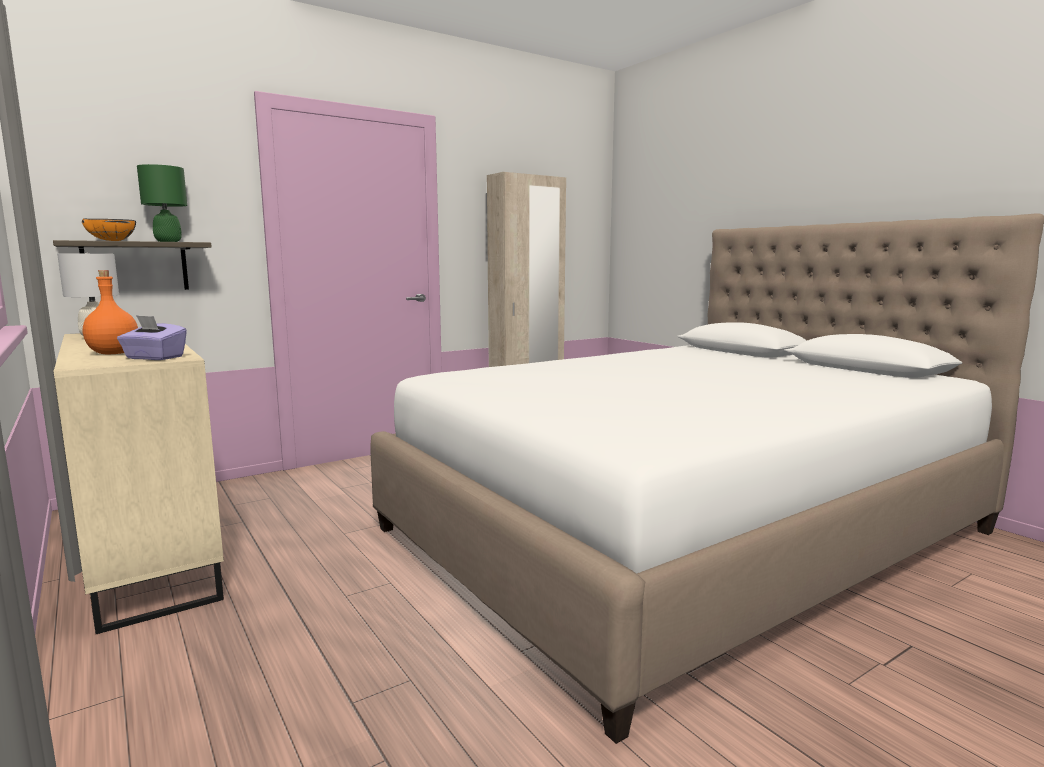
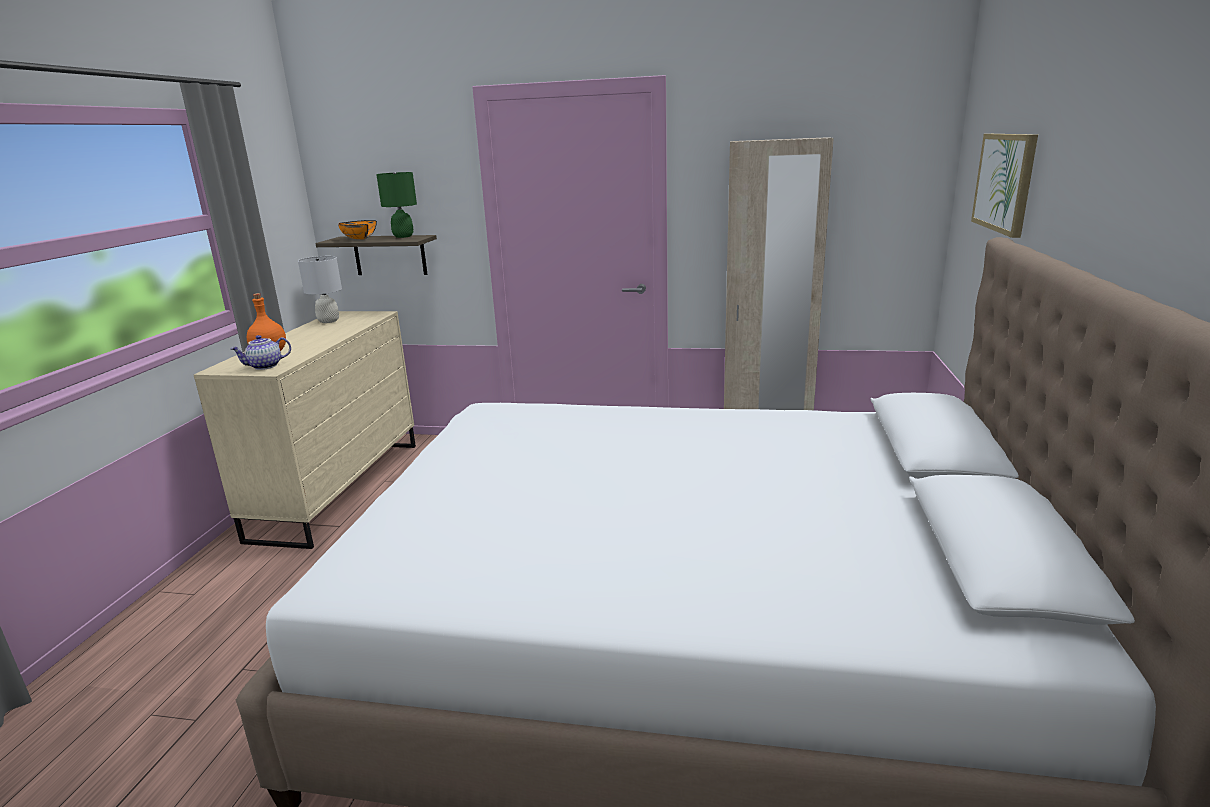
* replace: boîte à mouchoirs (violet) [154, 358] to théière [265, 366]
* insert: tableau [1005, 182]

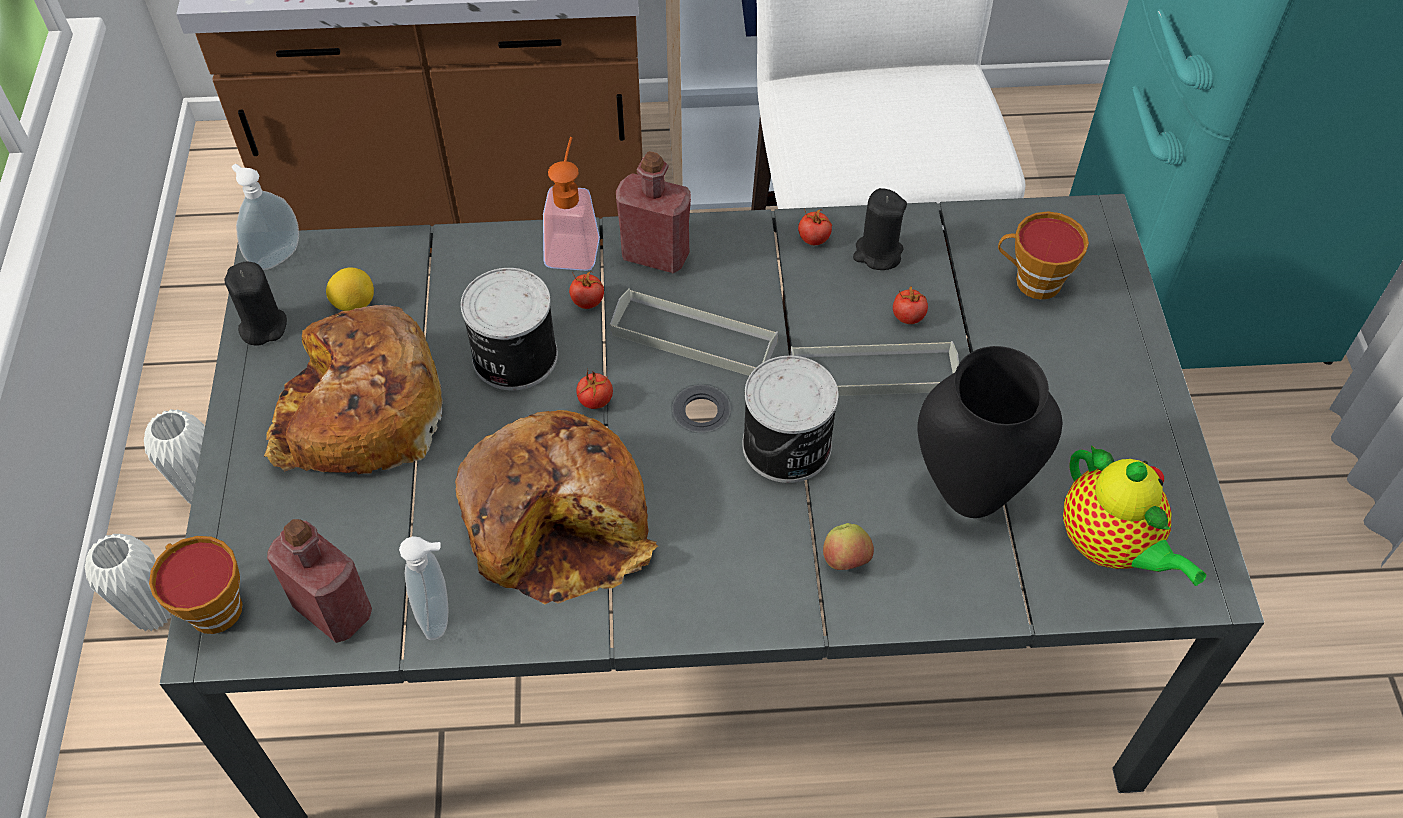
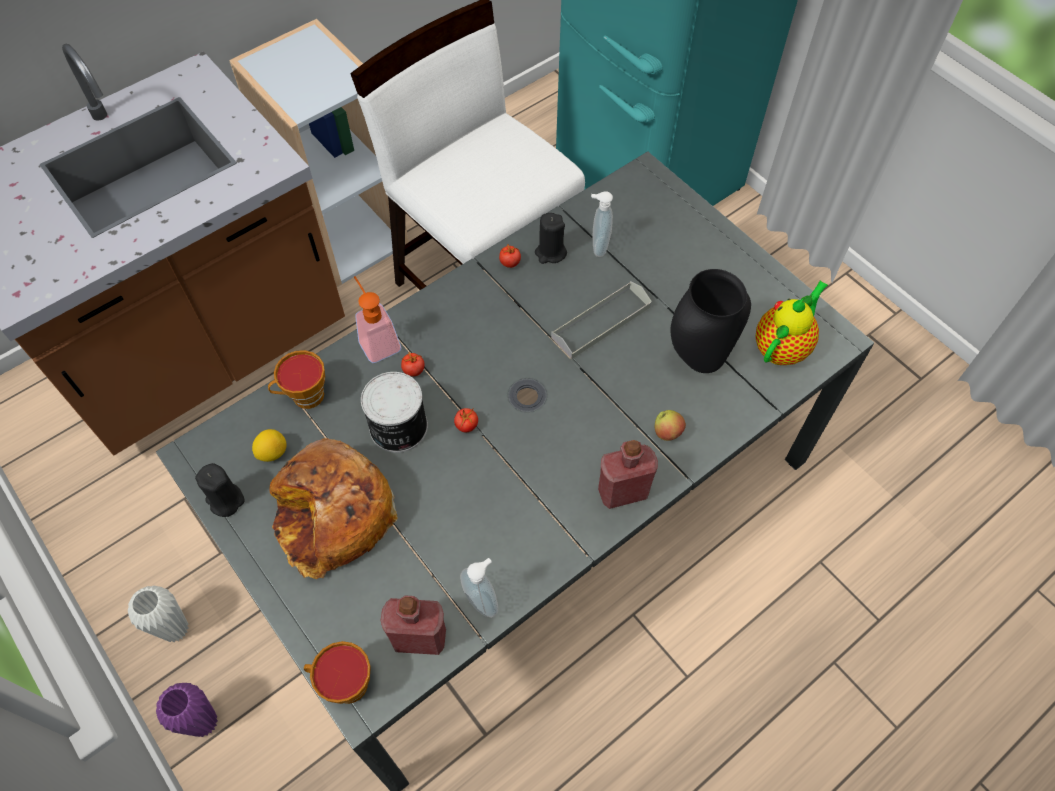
* recolor: vase (blanc) [153, 614] to vase (violet) [204, 722]
* move: distributeur de savon [275, 256] to [598, 246]
* delete: pain [560, 522]
* delete: plateau (gris) [693, 338]
* move: bouteille (rouge) [655, 255] to [623, 492]
* delete: boîte métallique [788, 447]
* delete: tomate [908, 317]
* move: tasse [1032, 281] to [304, 397]
* rotate: théière [1110, 547] = [782, 347] 75 degrees counterclockwise

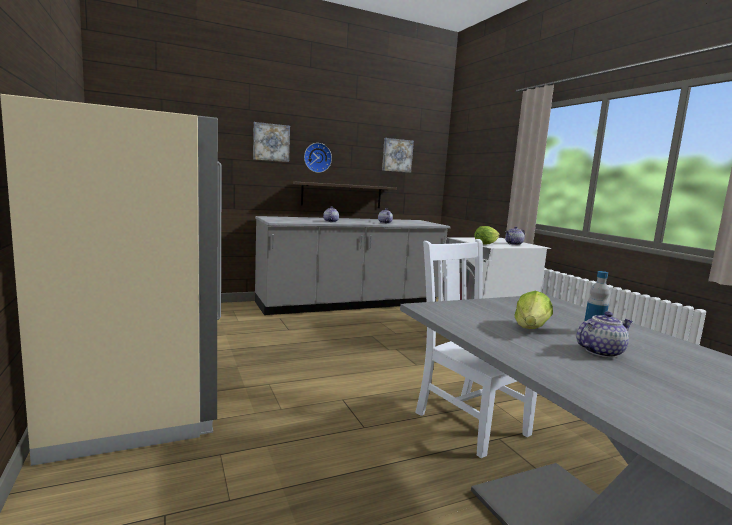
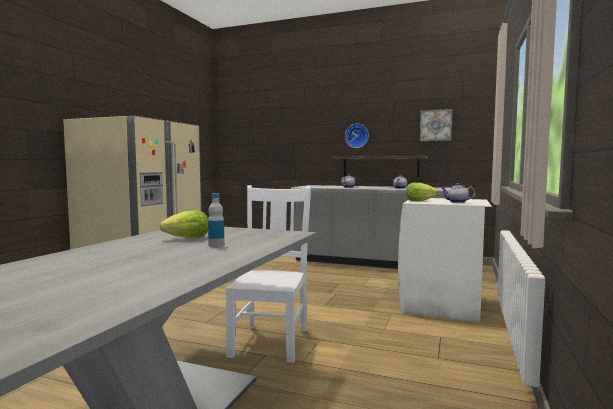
* delete: tableau [271, 142]
* delete: théière [600, 352]

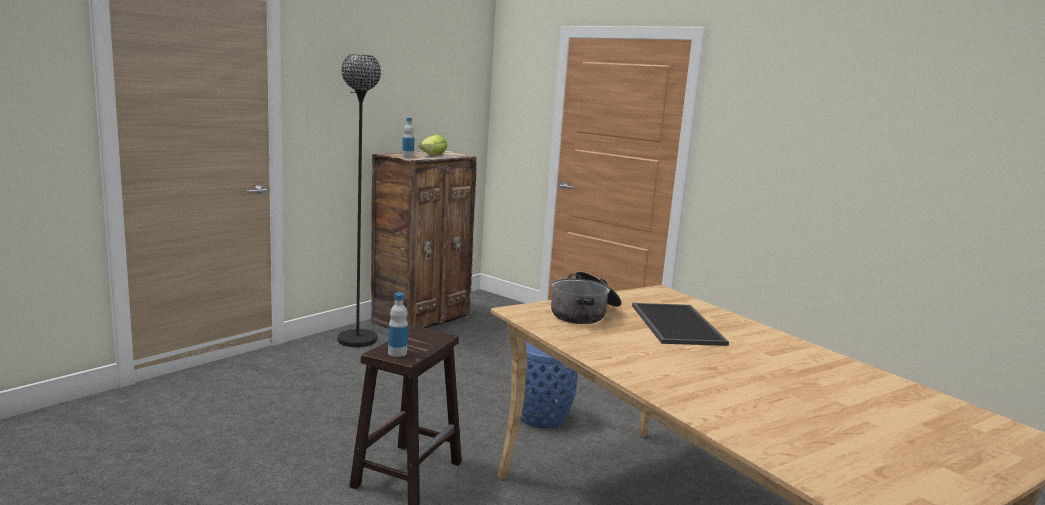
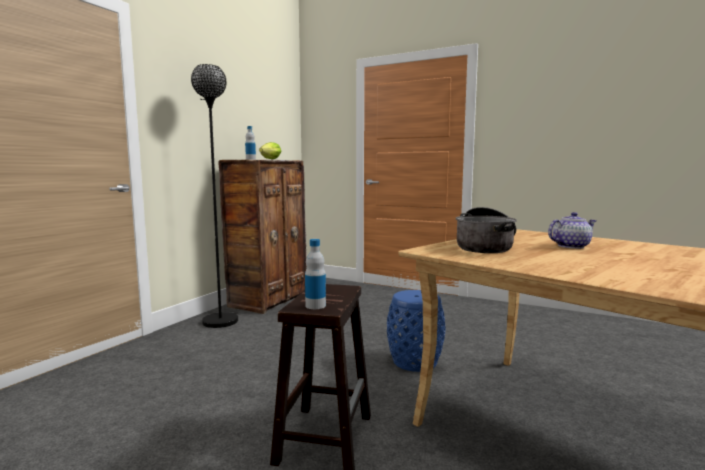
* replace: plateau [674, 324] to théière [571, 246]

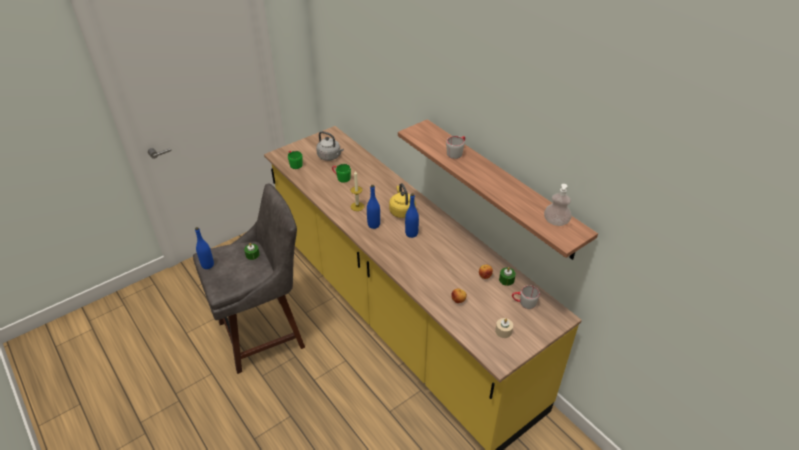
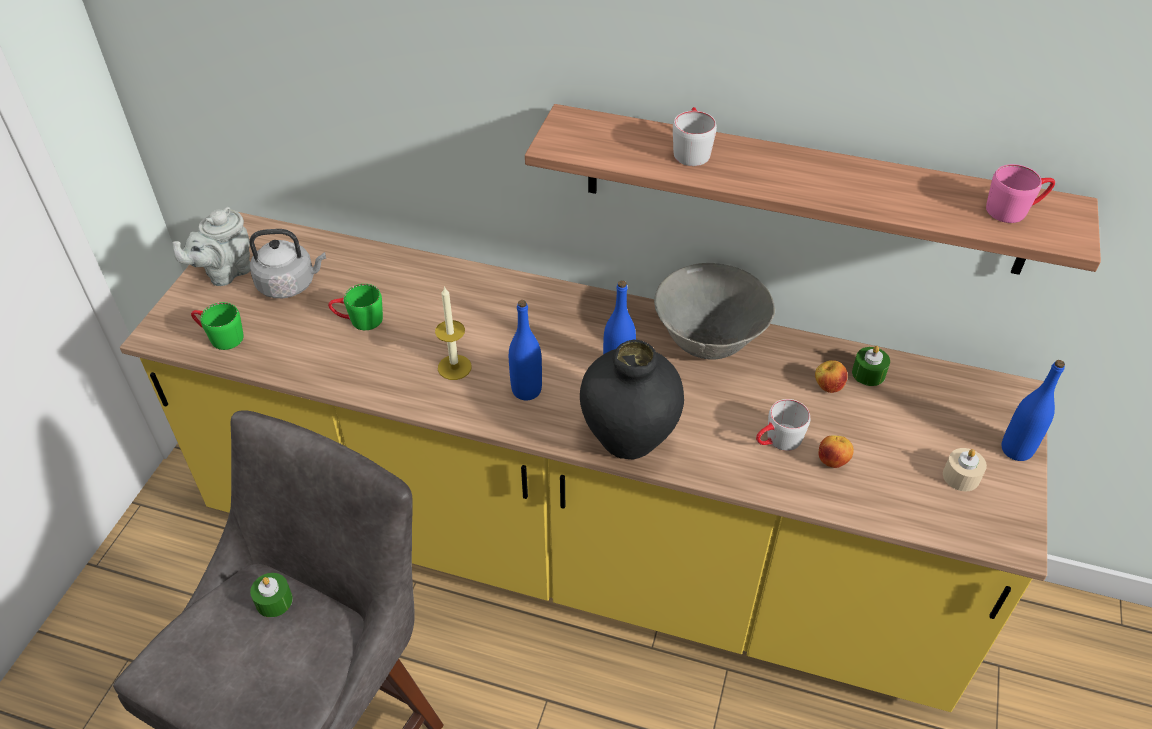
* move: bouteille (bleu) [207, 265] to [1016, 450]
* delete: bouilloire (jaune) [401, 211]
* move: mug (gris) [523, 303] to [777, 441]
* replace: distributeur de savon [556, 222] to mug (rose) [1014, 209]
* insert: théière (gris) [225, 272]
* insert: vase (noir) [629, 439]
* insert: bol (gris) [709, 341]

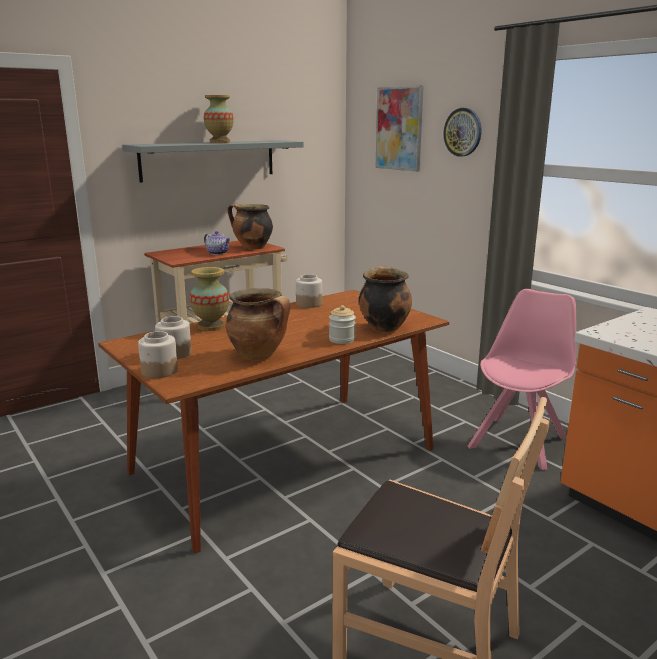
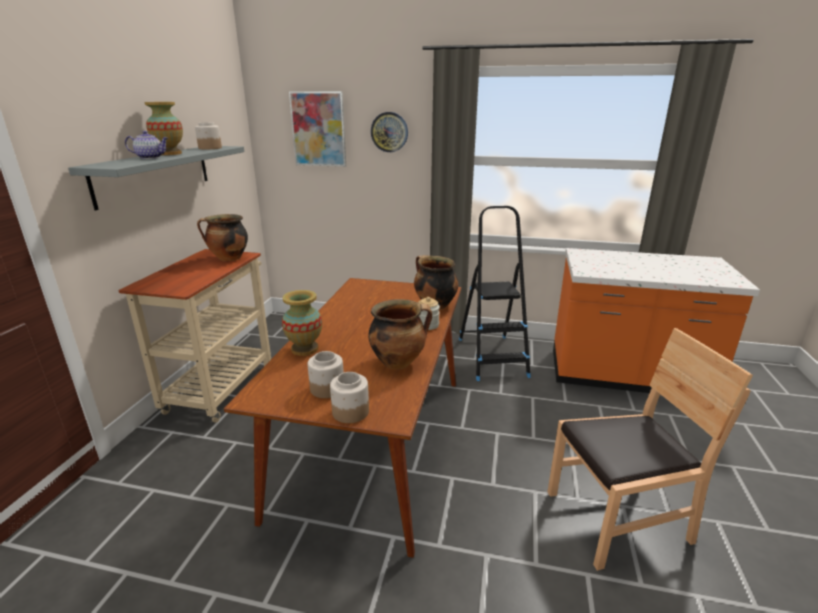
* move: théière [218, 253] to [151, 157]
* move: bocal [308, 304] to [210, 148]
* replace: chaise (rose) [519, 441] to escabeau (noir) [492, 357]

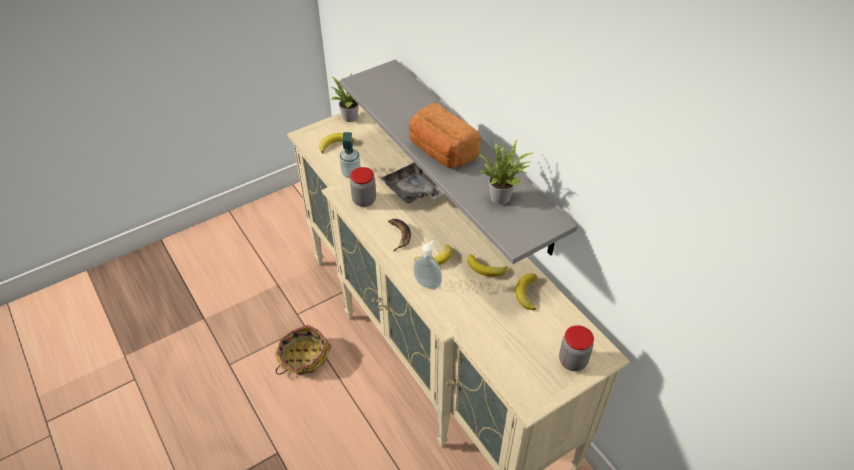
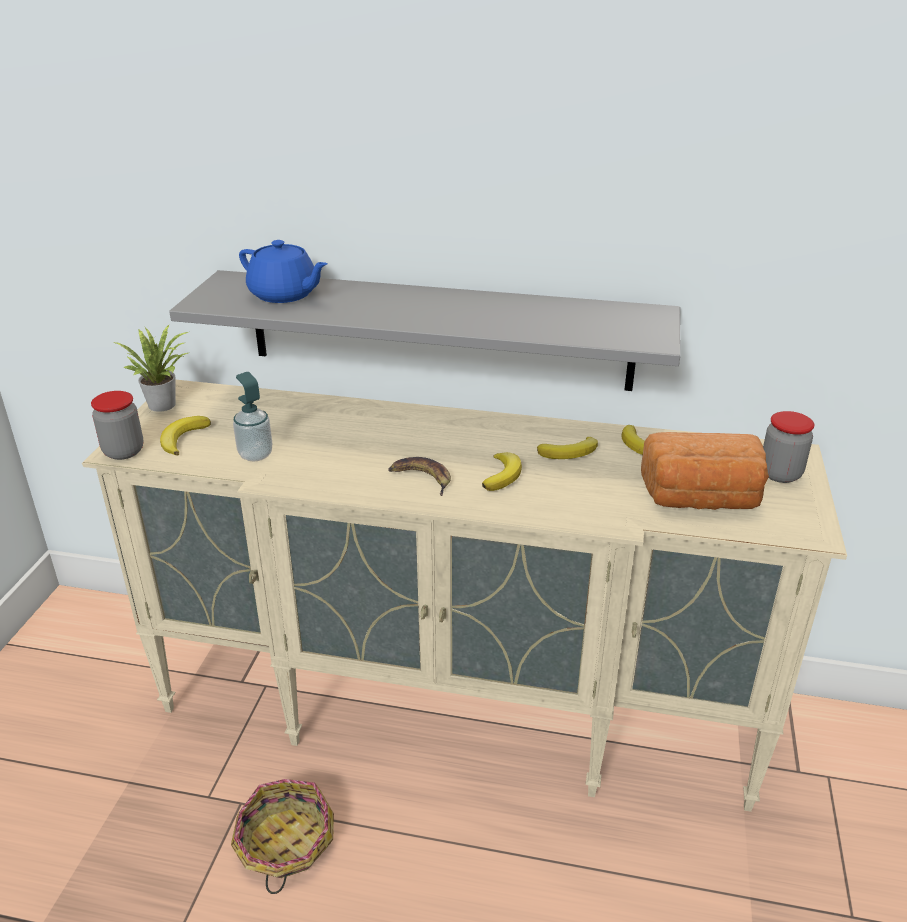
* move: bocal [364, 200] to [123, 451]
* delete: plateau (gris) [412, 191]
* move: pain [441, 151] to [701, 499]
* delete: distributeur de savon [428, 283]
* delete: plante en pot [502, 196]
* insert: théière (bleu) [284, 295]

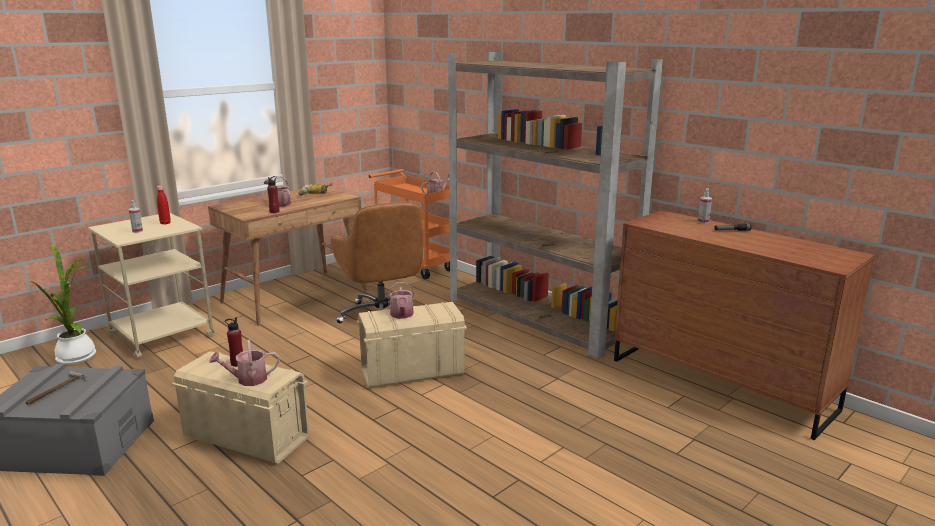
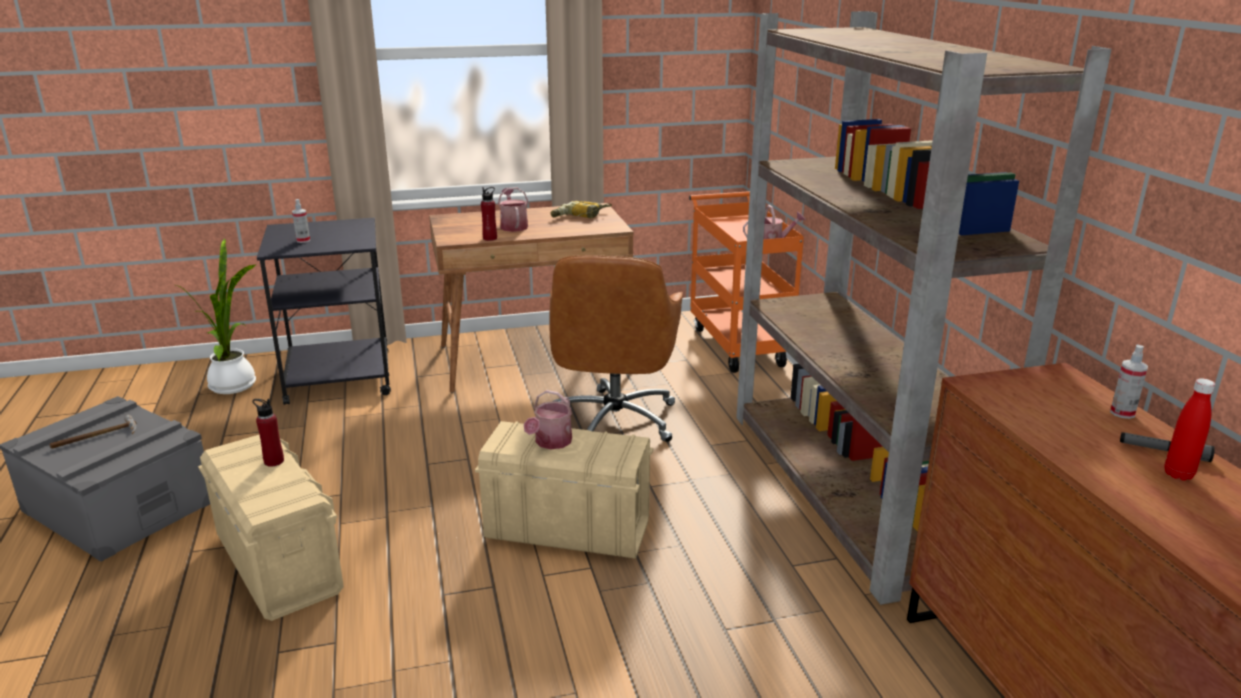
* recolor: chariot (beige) [163, 334] to chariot (noir) [341, 378]
* move: bouteille (rouge) [165, 223] to [1178, 474]
* delete: arrosoir [247, 379]

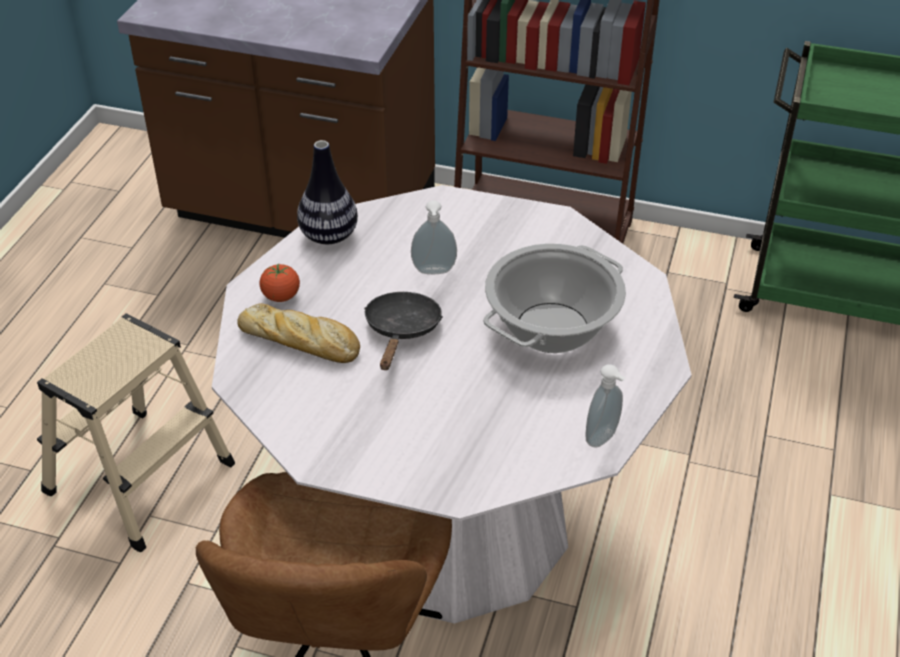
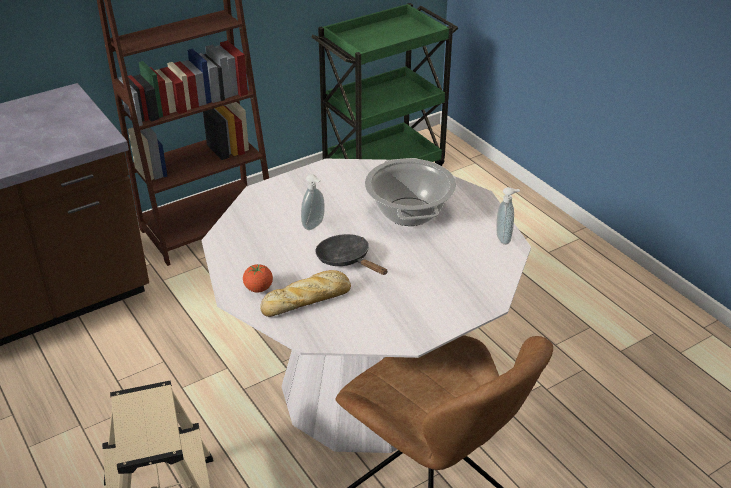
* delete: vase [329, 236]

